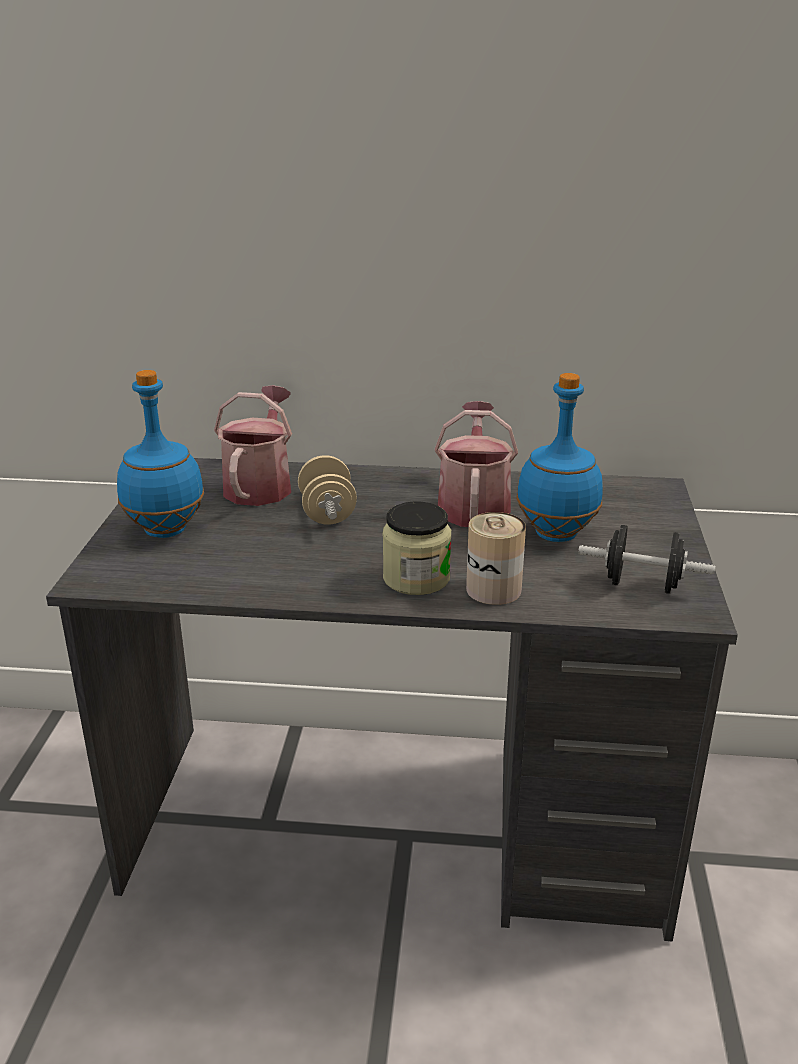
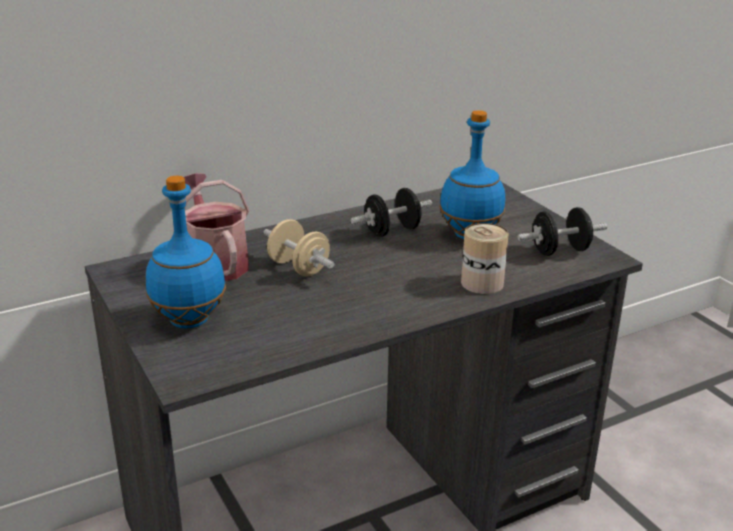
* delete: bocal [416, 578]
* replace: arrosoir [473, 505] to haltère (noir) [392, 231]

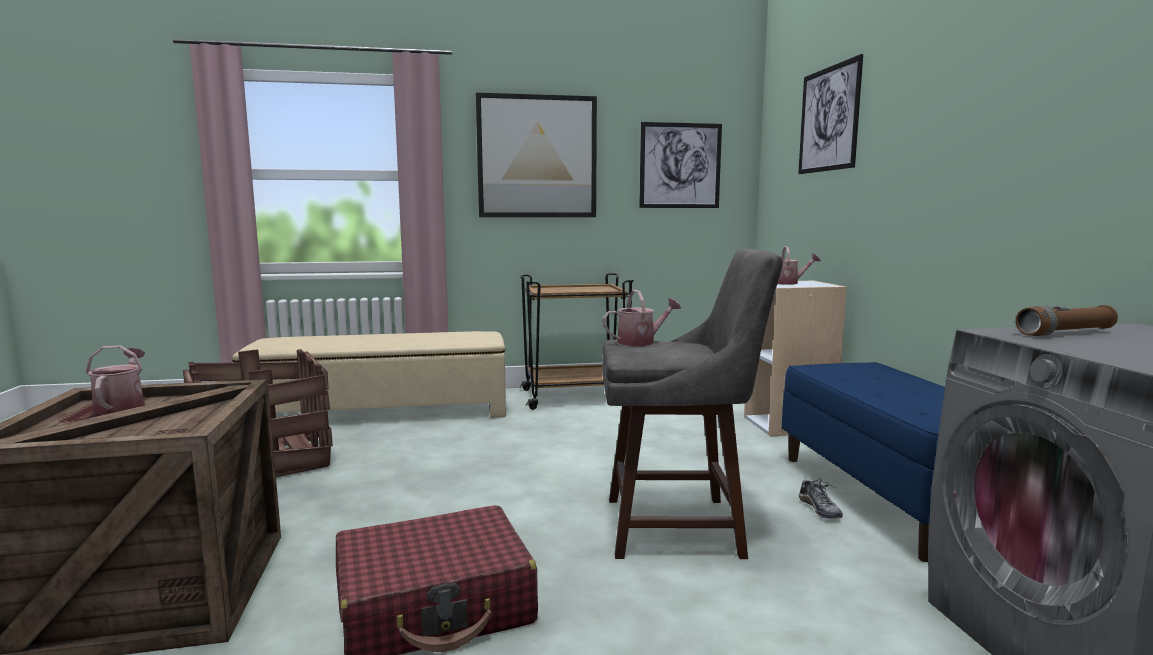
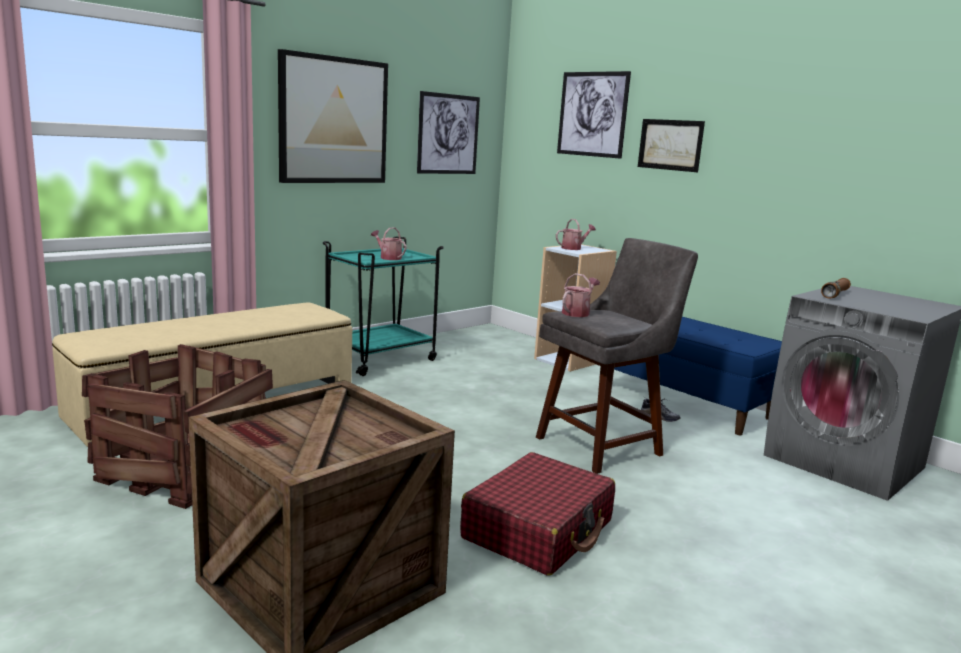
* move: arrosoir [122, 405] to [388, 257]
* recolor: chariot (marron) [575, 397] to chariot (turquoise) [381, 359]
* insert: tableau [670, 145]

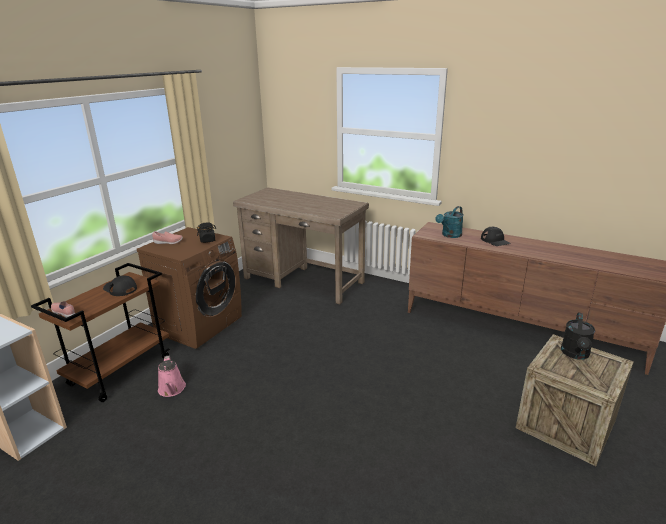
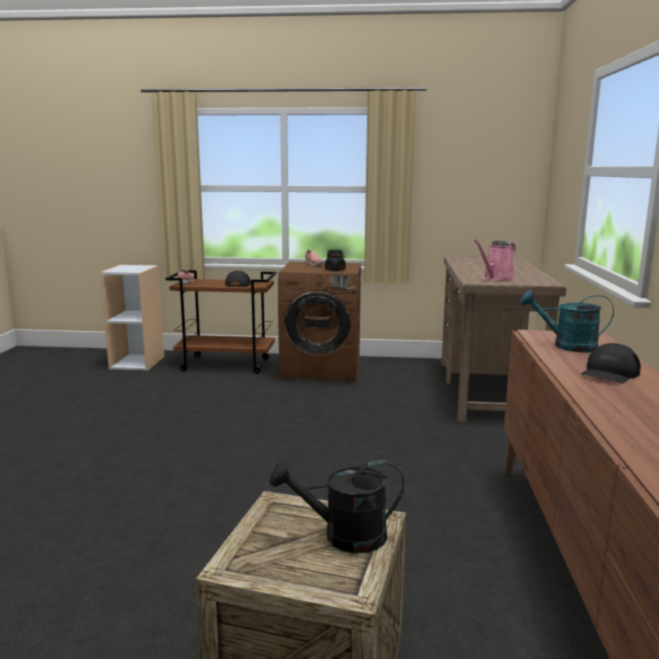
* move: arrosoir (rose) [172, 390] to [496, 278]

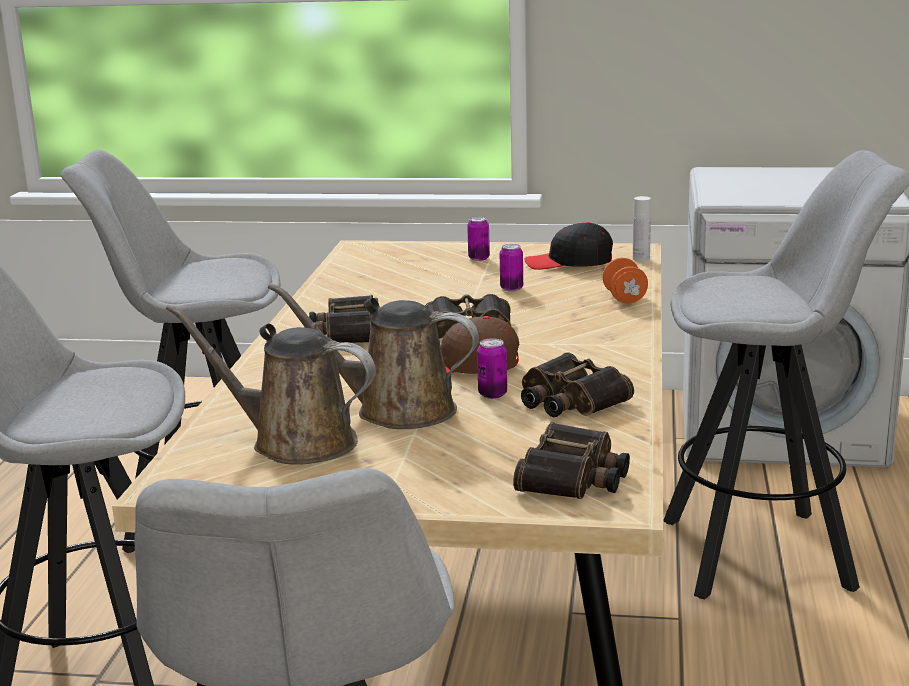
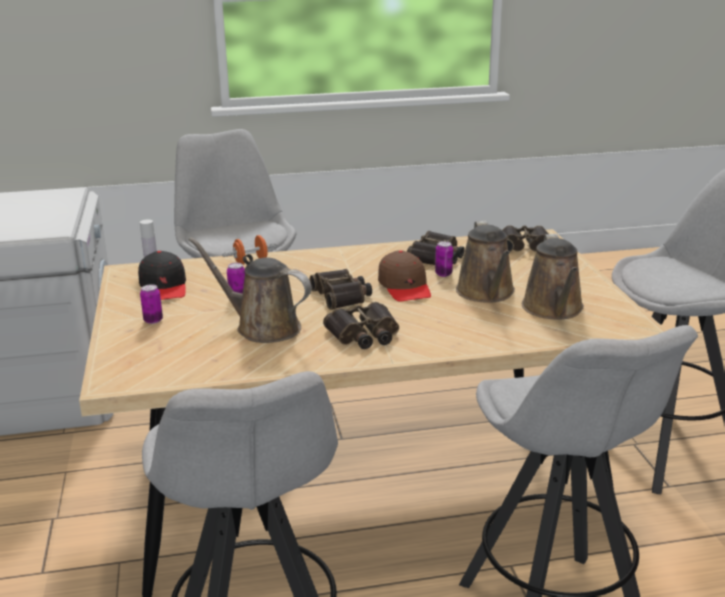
* insert: arrosoir (marron) [262, 327]

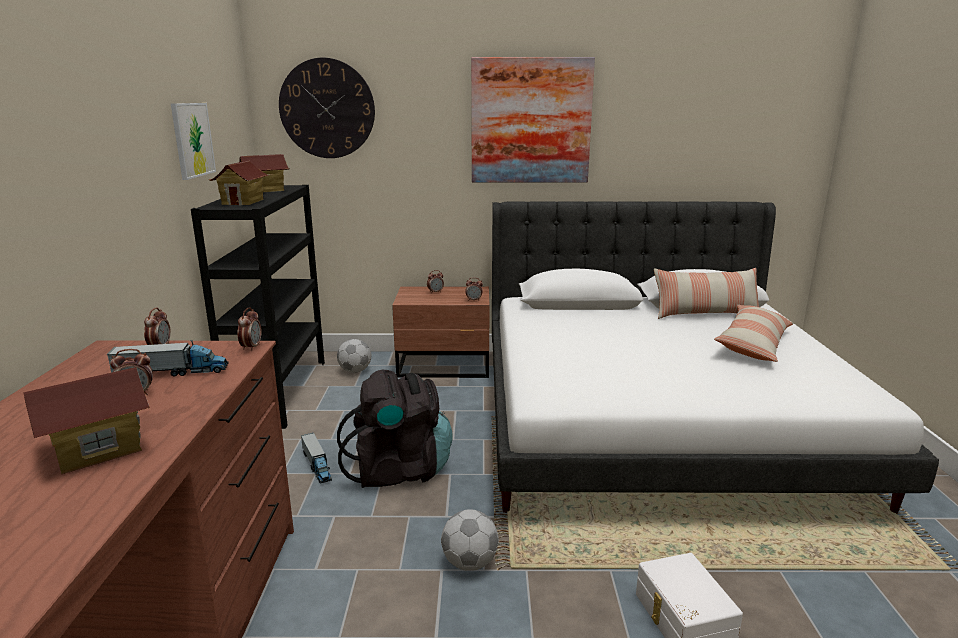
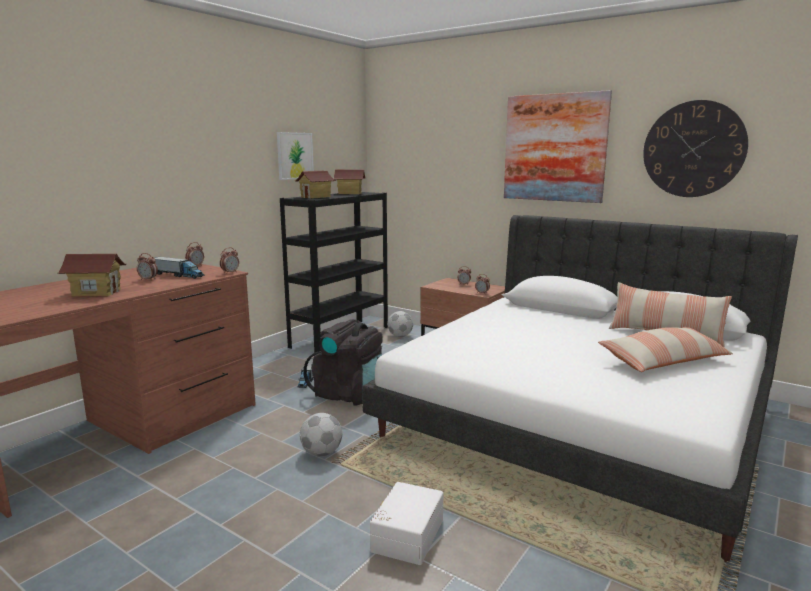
* move: horloge murale [327, 109] to [693, 149]

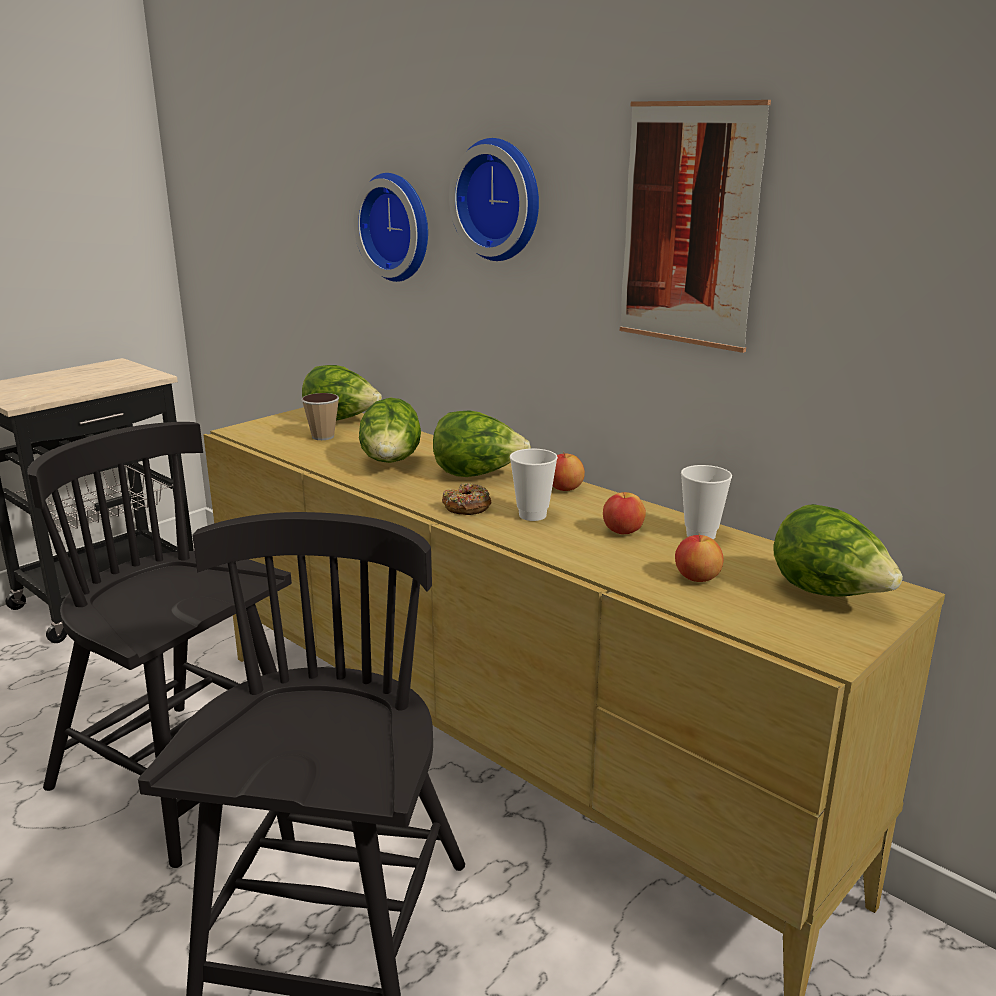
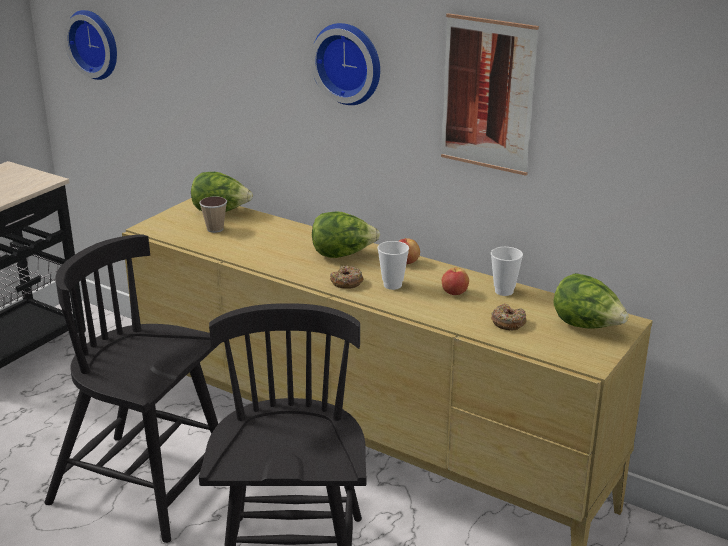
* move: horloge murale [398, 227] to [96, 43]
* delete: laitue [391, 464]
* replace: pomme [696, 578] to beignet [508, 322]

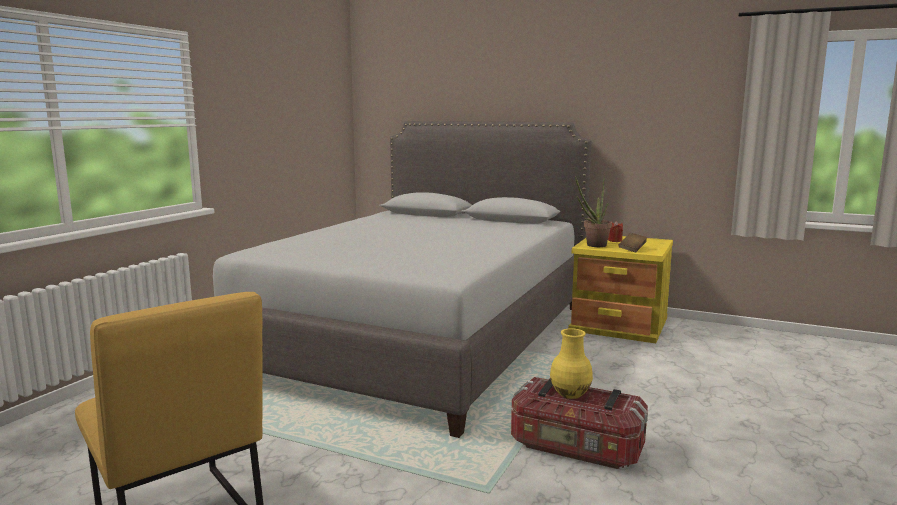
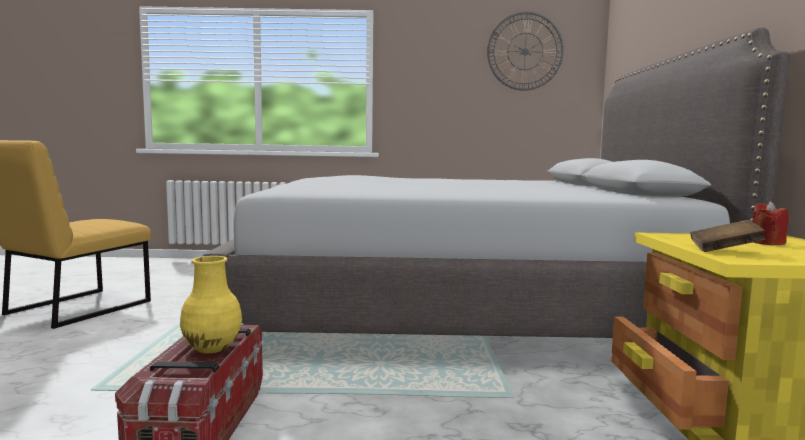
* delete: plante en pot [593, 246]
* insert: horloge murale [525, 51]

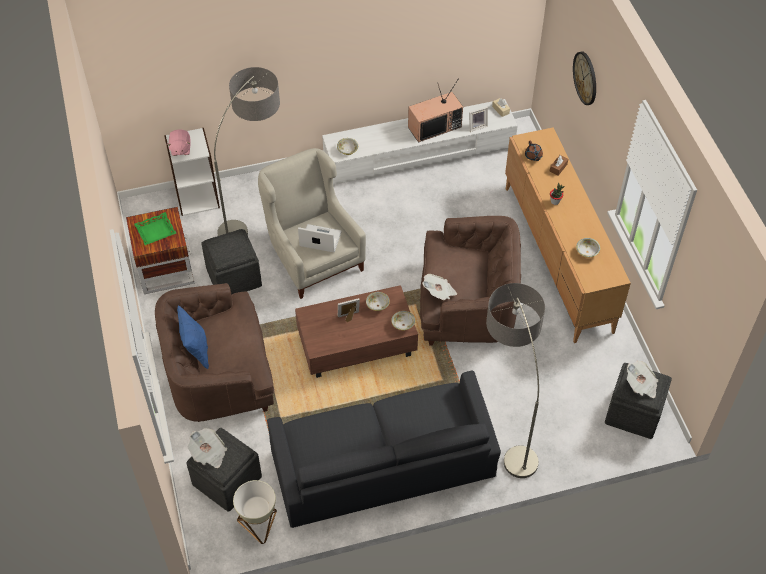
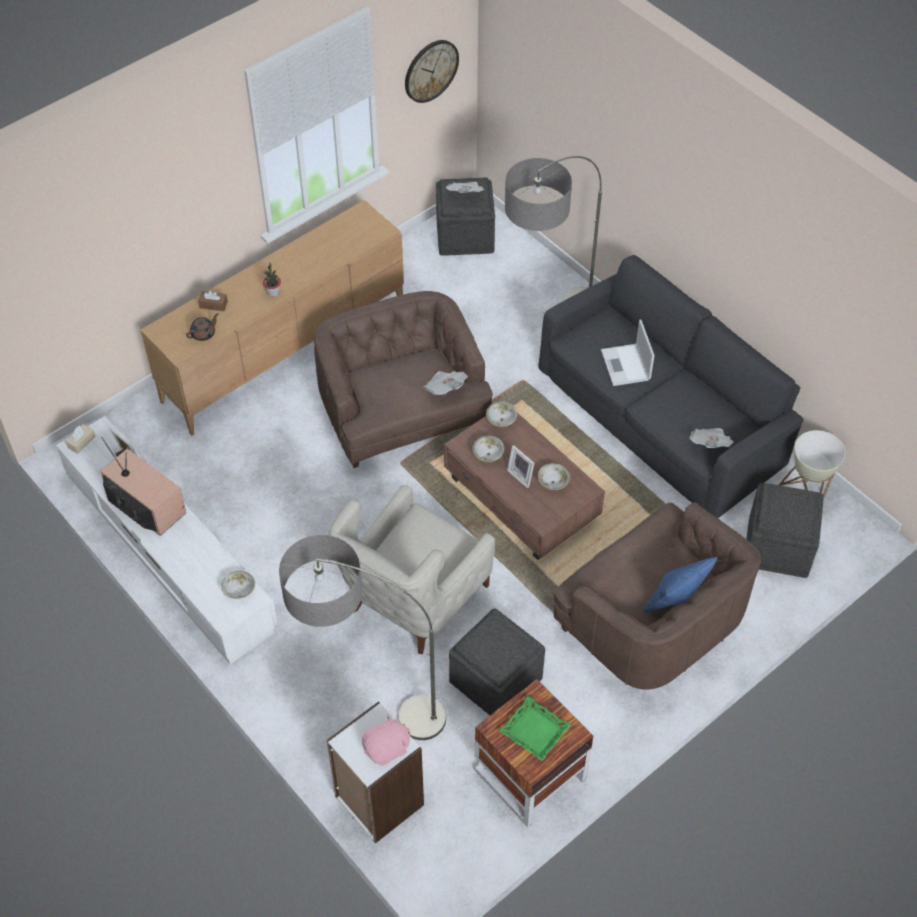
* move: journal [208, 453] to [710, 444]
* move: ordinateur portable [319, 239] to [626, 366]
* move: horloge murale [585, 78] to [430, 70]
* move: bol [587, 252] to [553, 482]

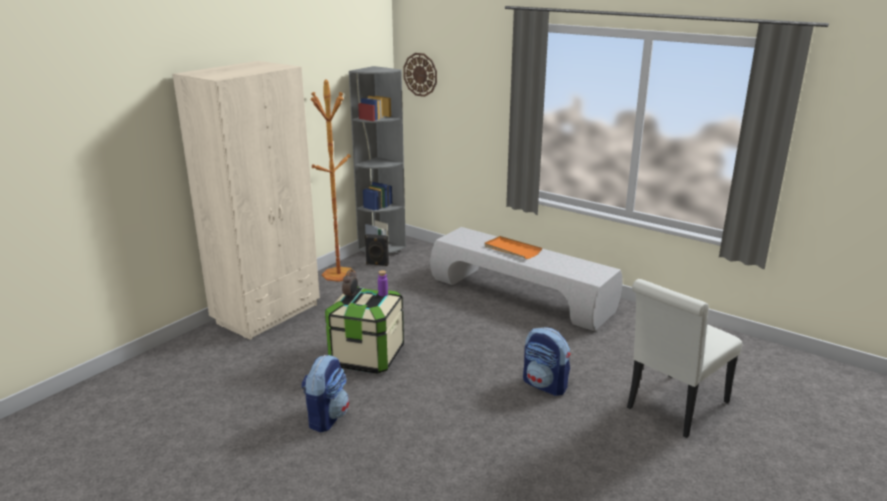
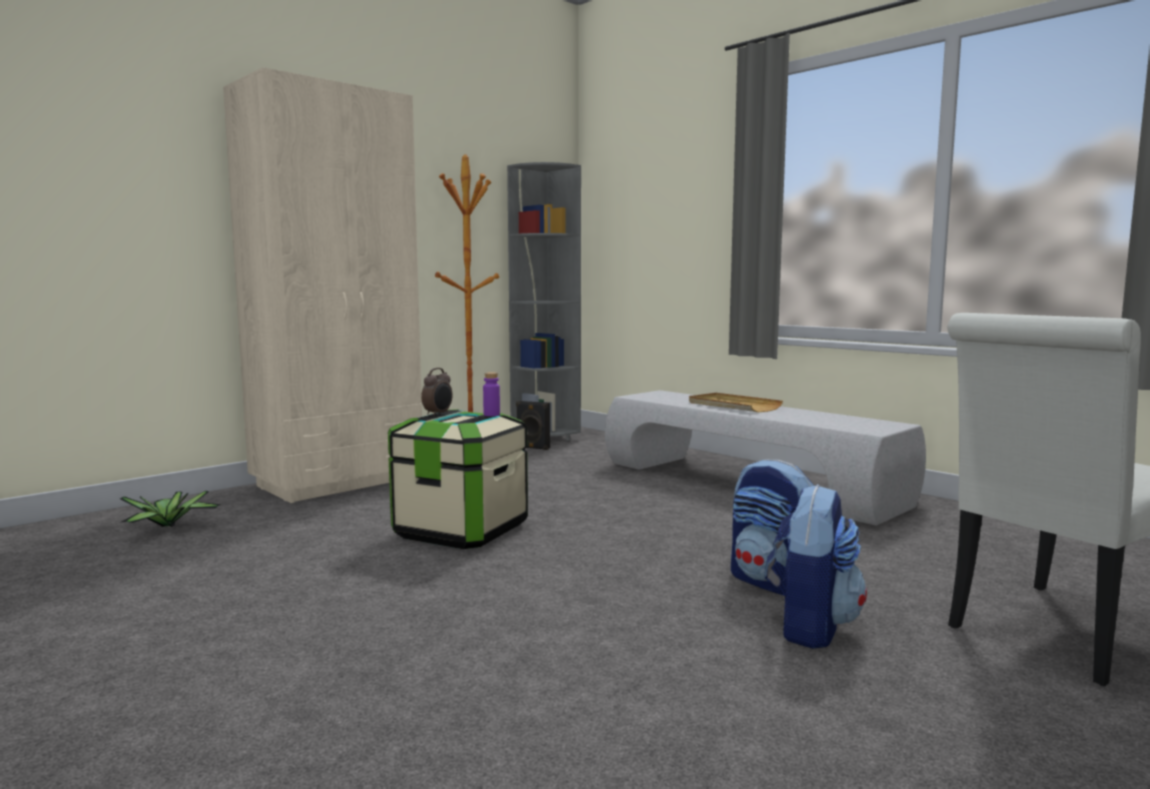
* move: sac à dos [326, 417] to [810, 626]
* delete: horloge murale [420, 74]
* recolor: plateau (orange) [512, 249] to plateau (beige) [733, 406]
* insert: plante en pot [170, 526]

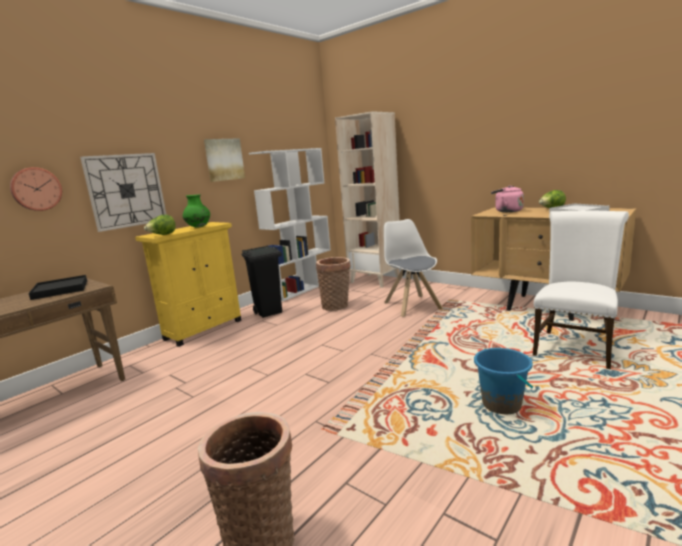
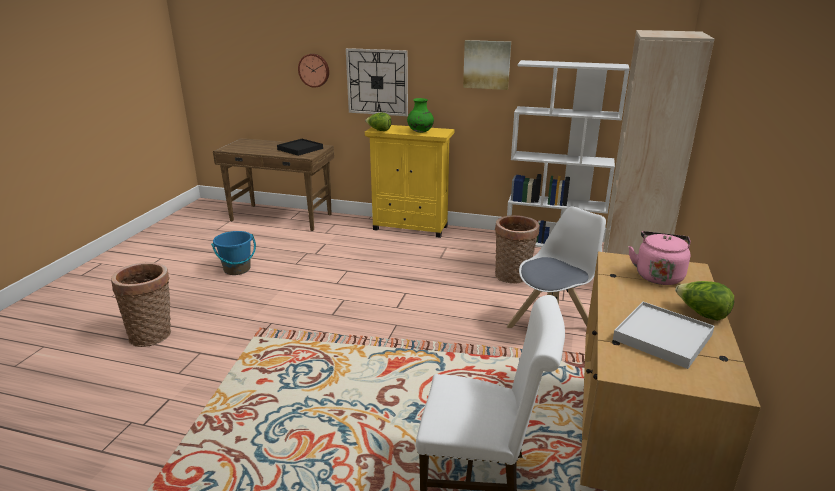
* delete: poubelle (noir) [269, 312]
* move: seau (bleu) [502, 404] to [237, 269]

